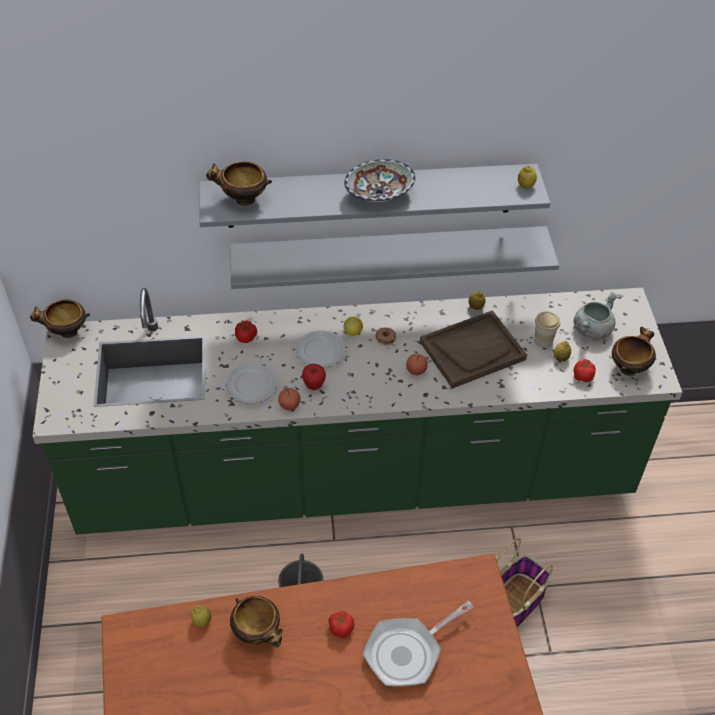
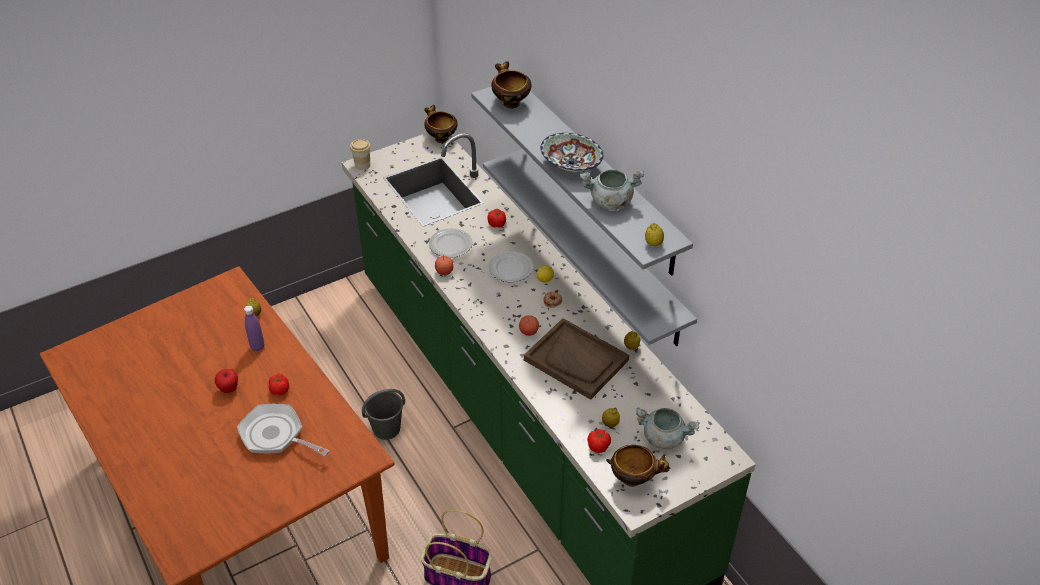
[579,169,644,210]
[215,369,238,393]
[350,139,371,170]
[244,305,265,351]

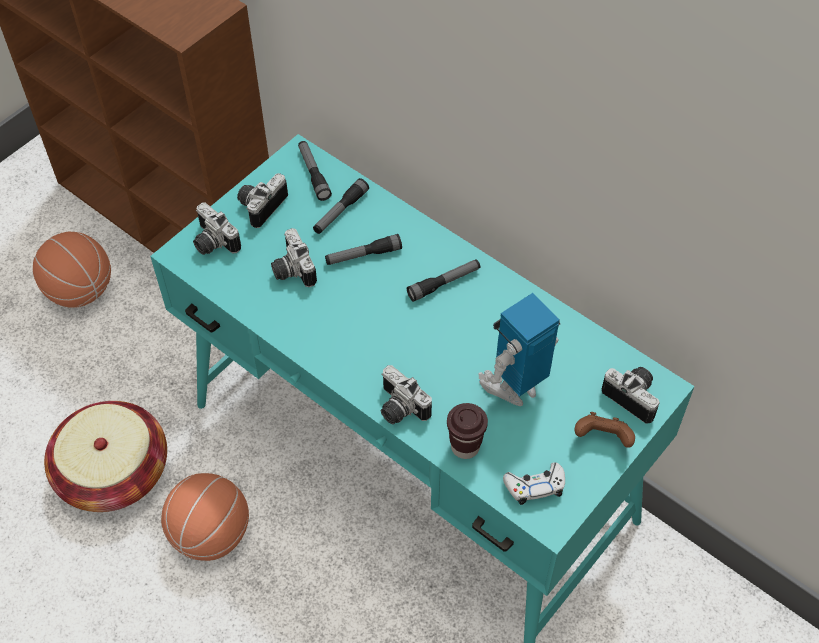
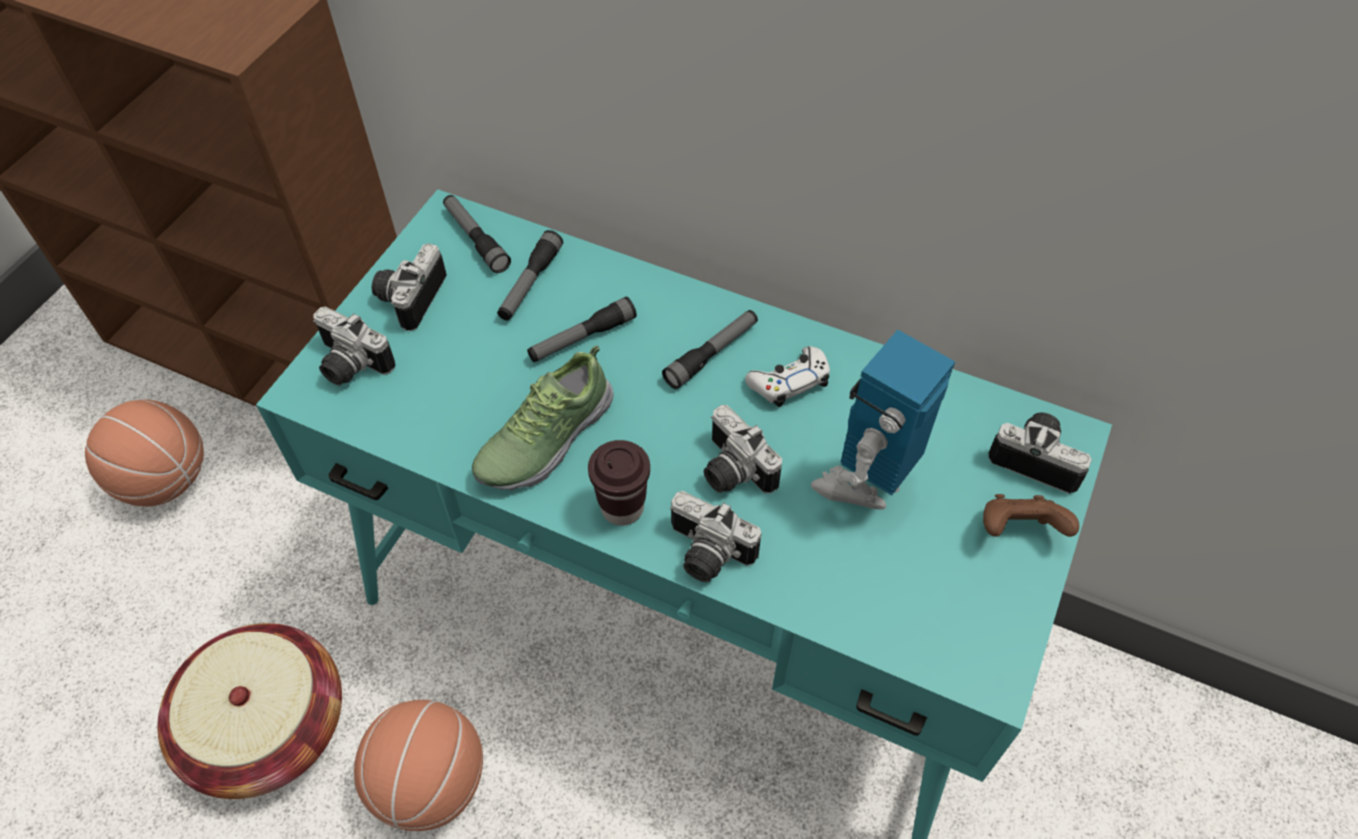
[472,346,613,490]
[704,405,782,493]
[588,440,650,526]
[745,346,830,407]

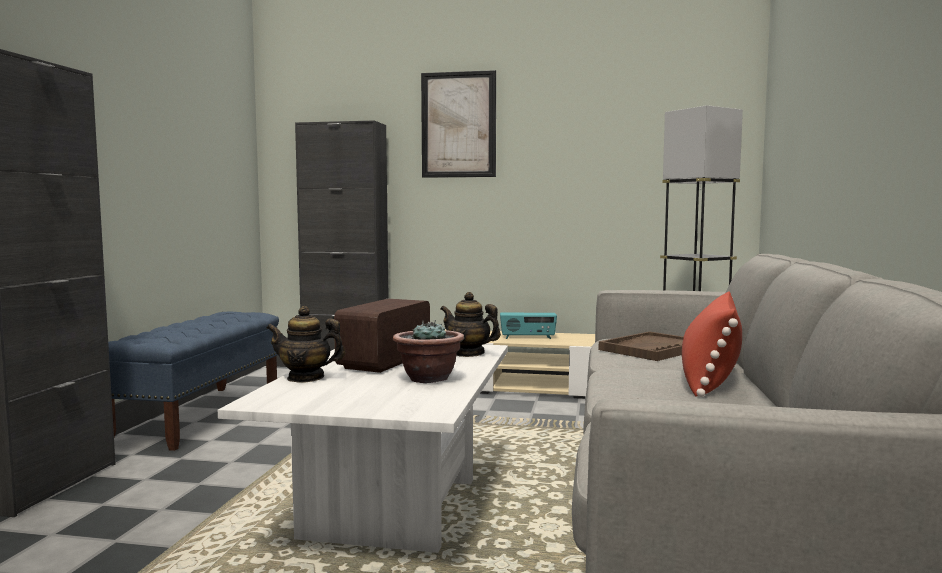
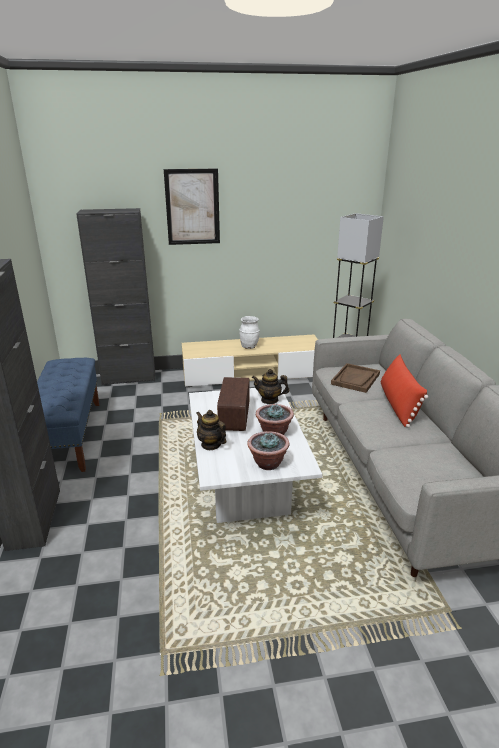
[247,431,289,470]
[239,316,260,349]
[196,410,226,450]

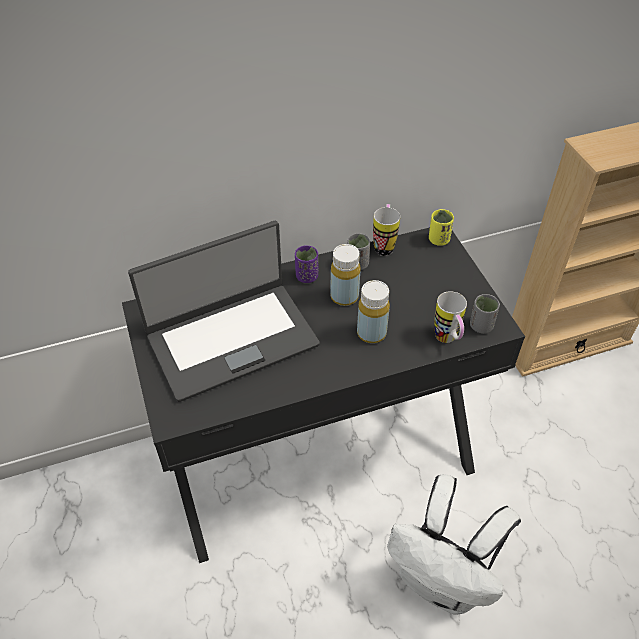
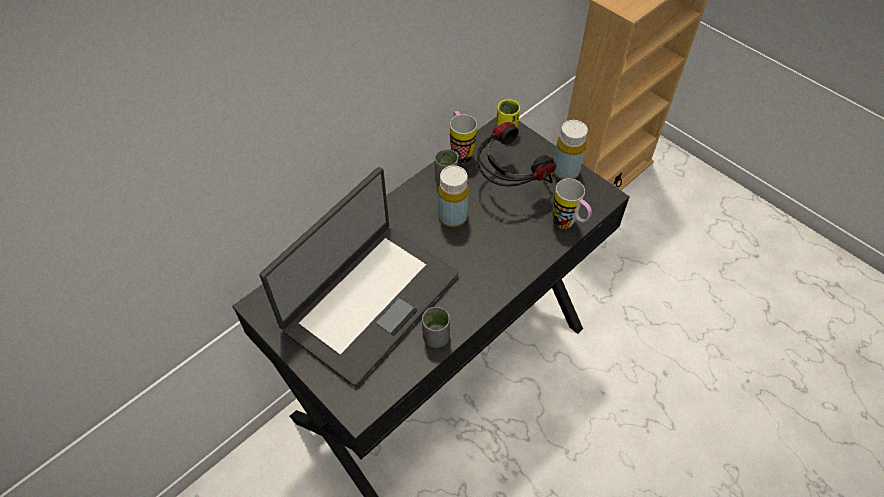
[295,245,318,283] (first image)
[387,474,521,615] (first image)
[477,122,556,187]
[553,120,588,180]
[422,307,450,348]

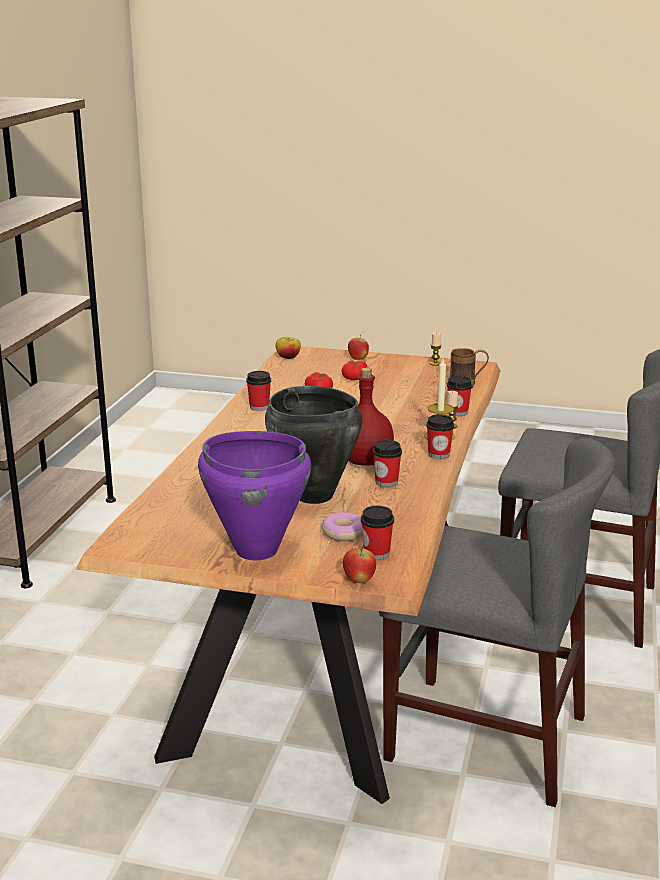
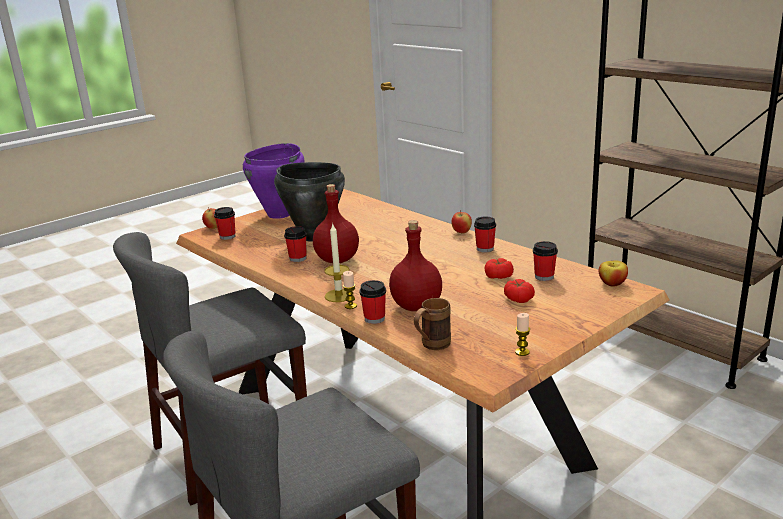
[322,512,363,541] (first image)
[389,220,442,311]
[451,210,472,233]
[533,241,558,281]

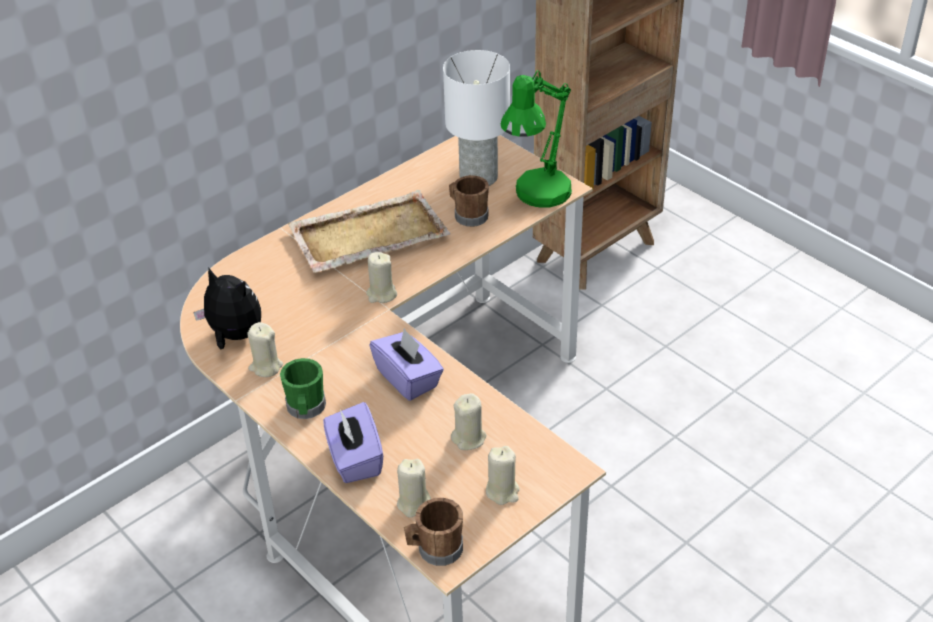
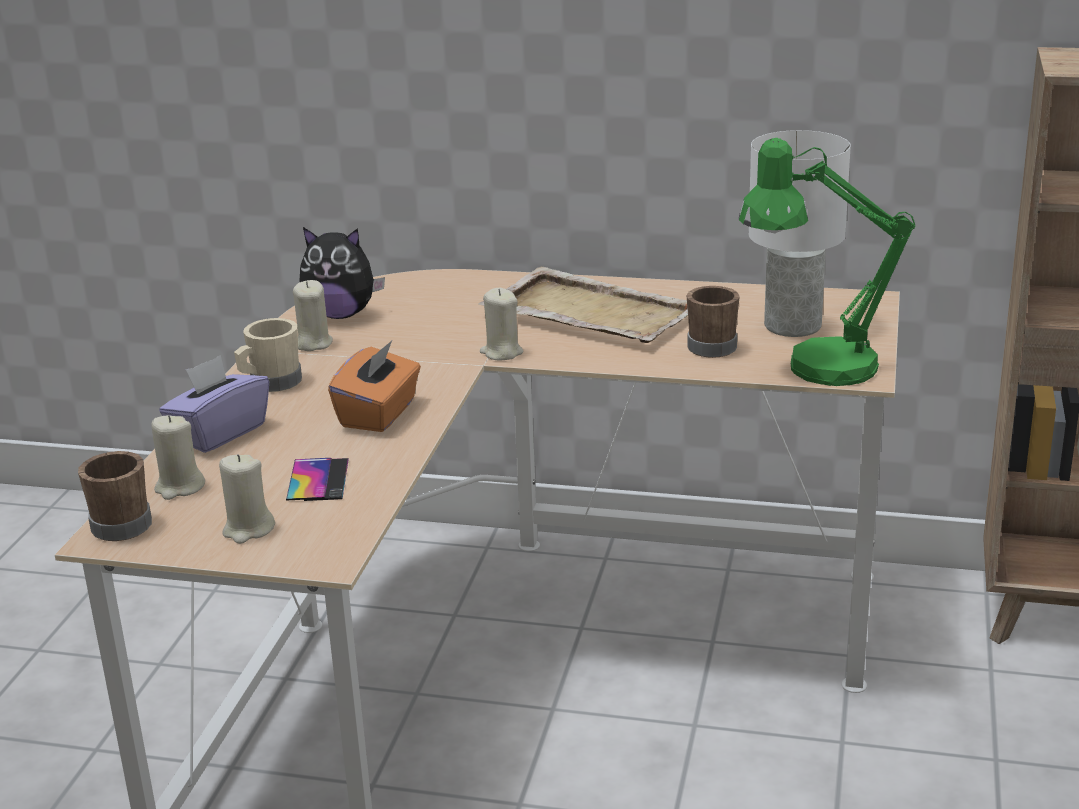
[286,458,349,501]
[234,318,302,392]
[328,341,421,432]
[299,227,385,319]

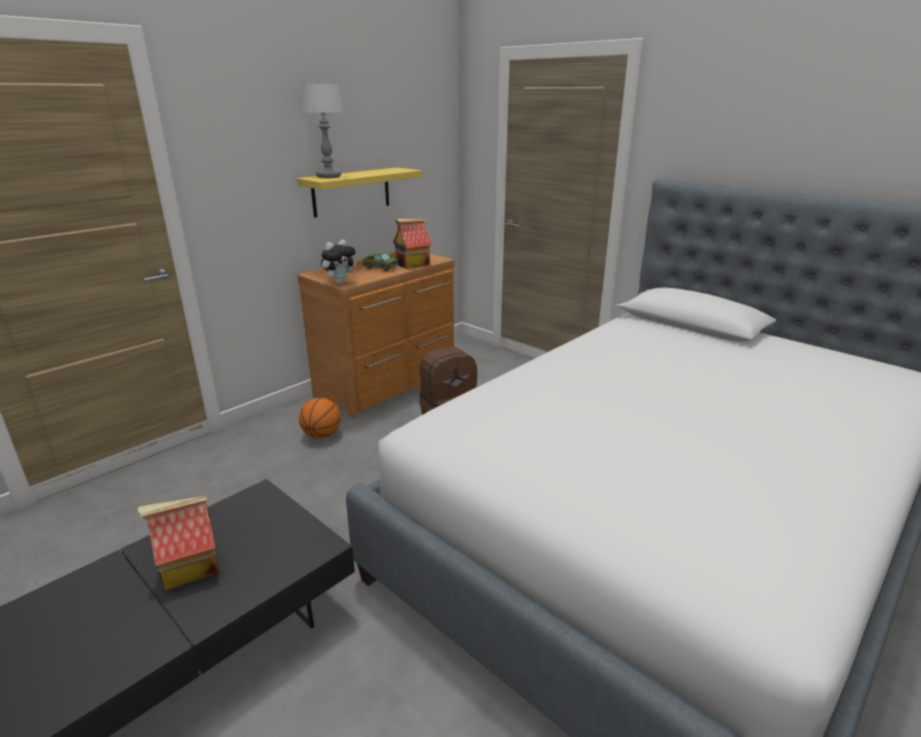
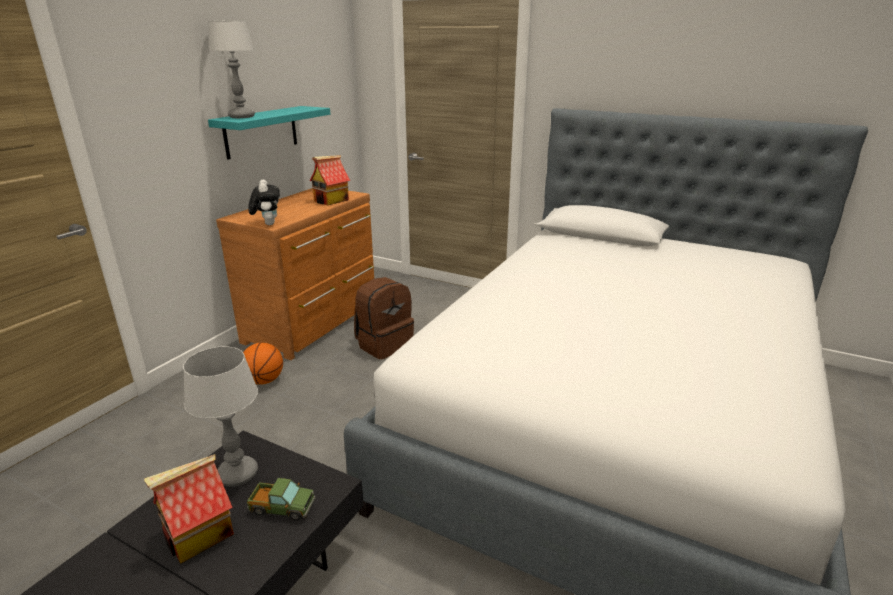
[183,346,258,487]
[247,478,316,521]
[208,106,330,160]
[248,180,280,225]

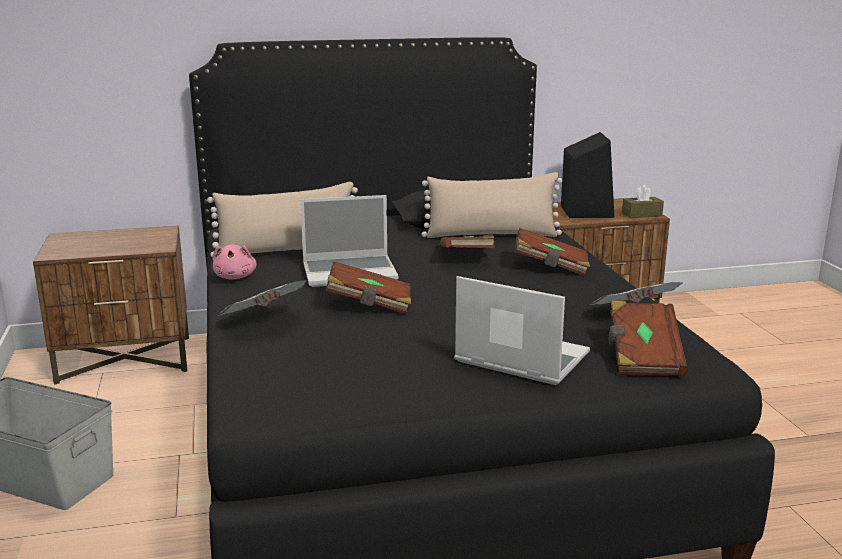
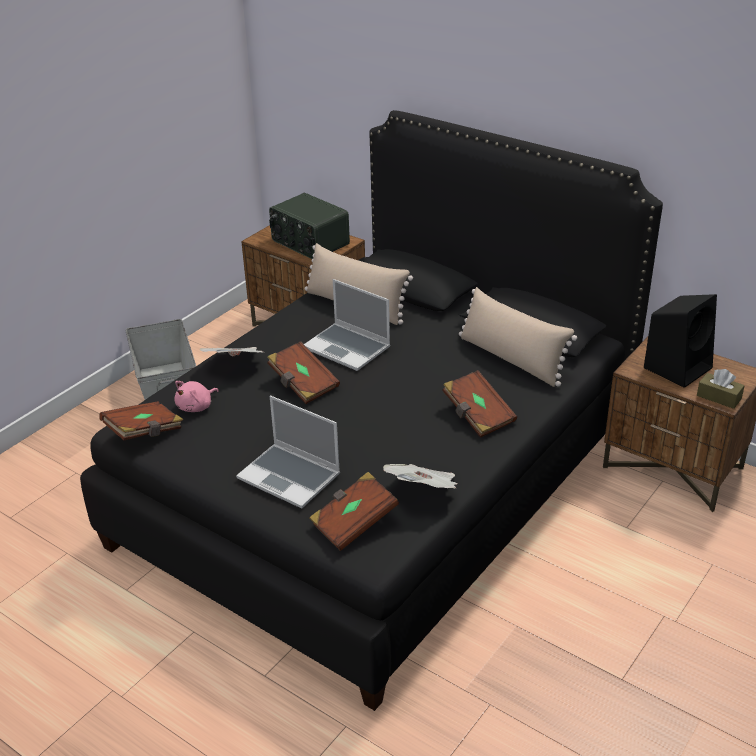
[269,193,350,259]
[174,381,219,412]
[99,401,183,440]
[236,396,340,509]

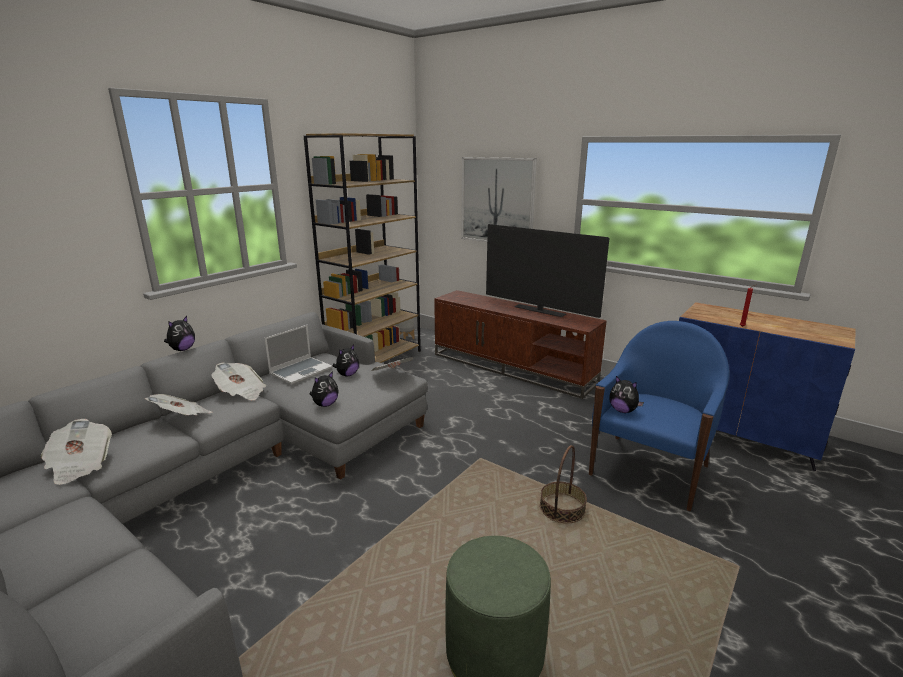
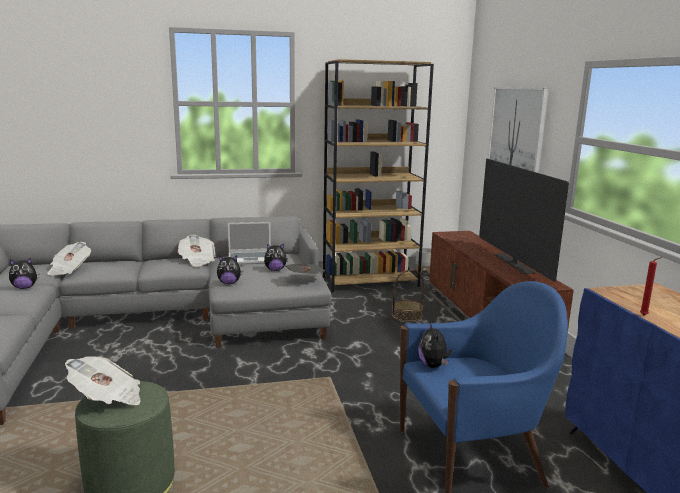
[65,356,140,405]
[9,258,40,289]
[392,269,424,322]

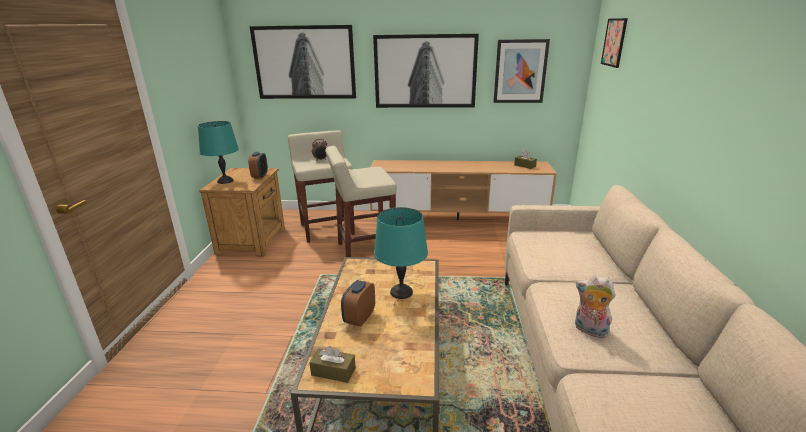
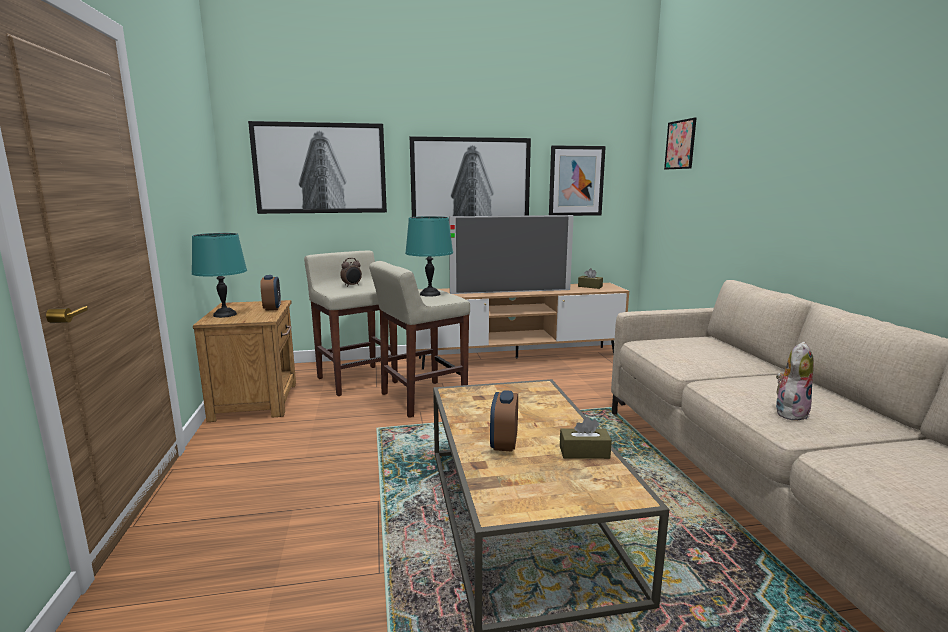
[449,215,574,294]
[560,417,612,459]
[405,216,453,297]
[776,342,814,420]

